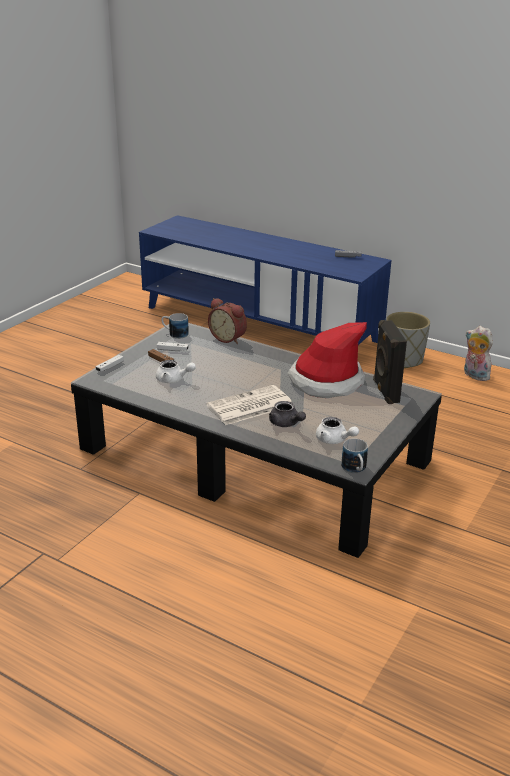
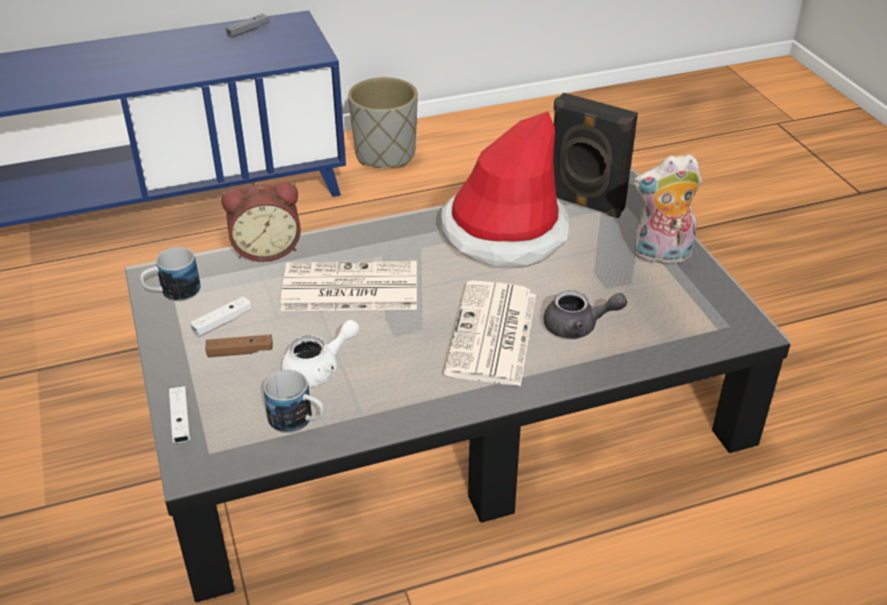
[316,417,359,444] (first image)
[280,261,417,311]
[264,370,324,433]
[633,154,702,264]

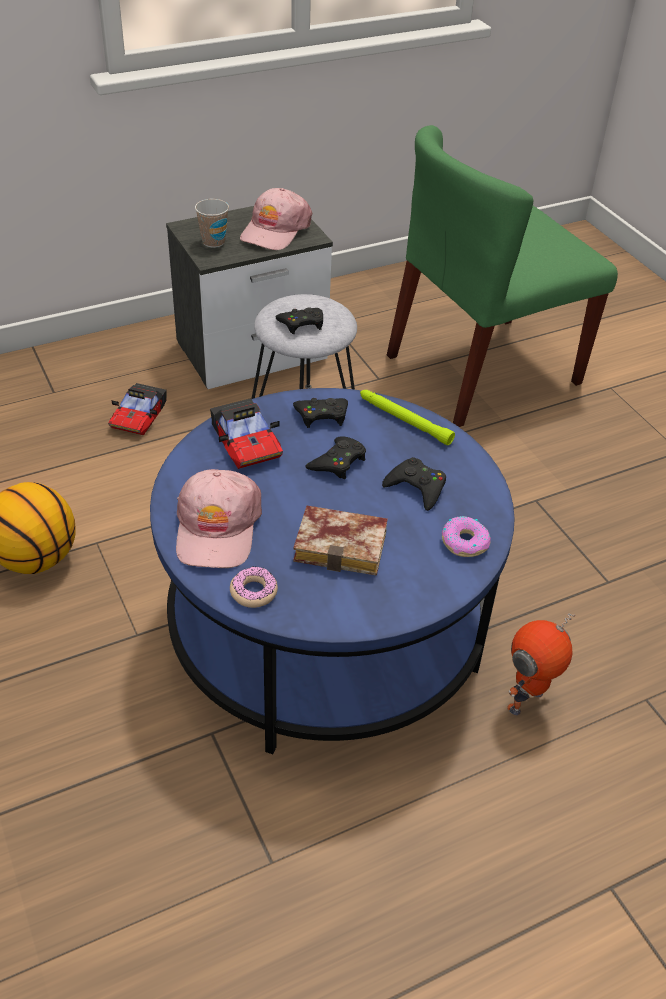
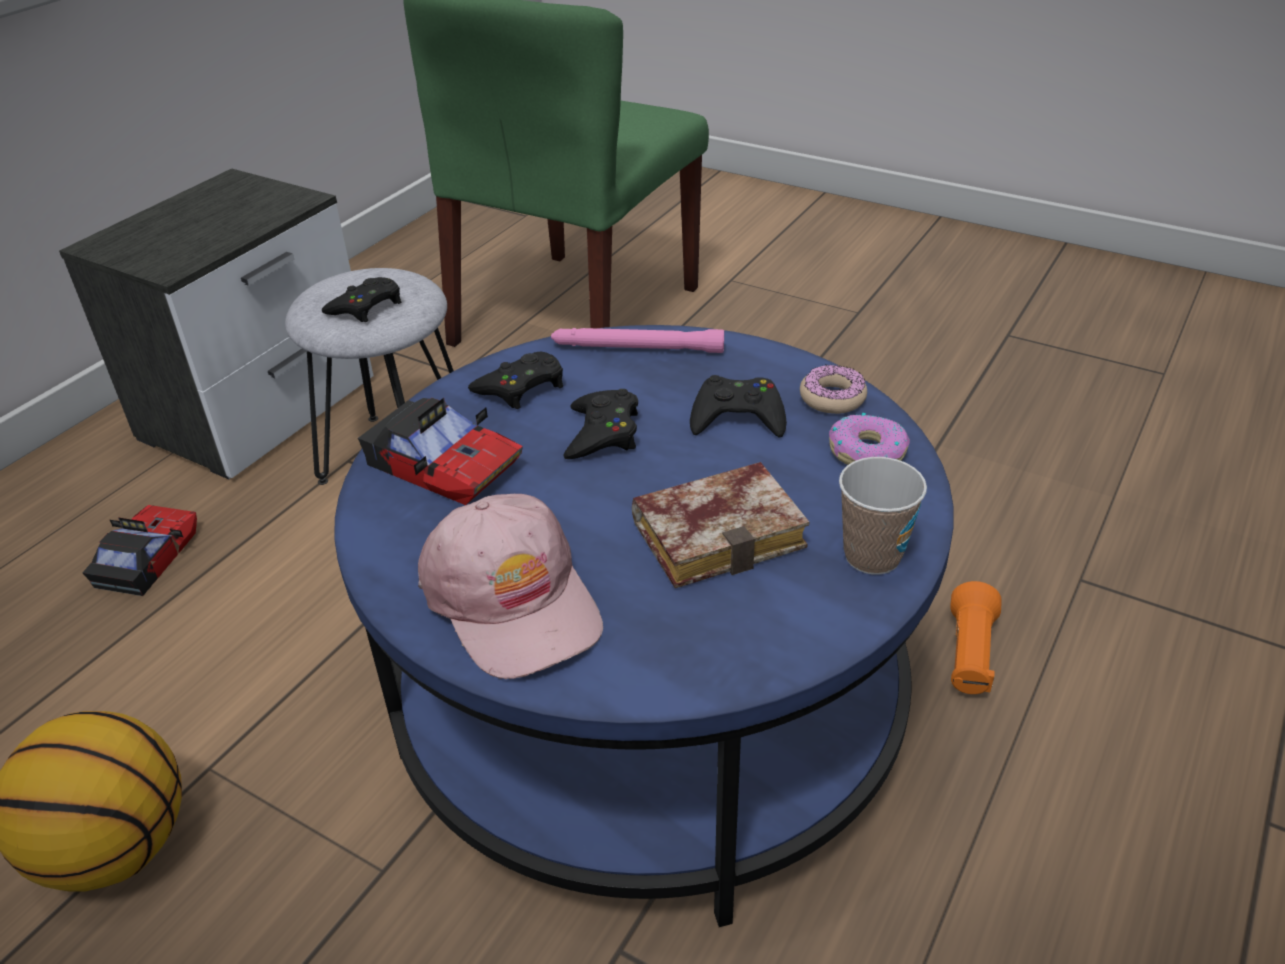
[240,188,312,250] (first image)
[839,457,927,575]
[800,364,867,414]
[950,581,1002,694]
[551,328,724,353]
[82,505,197,596]

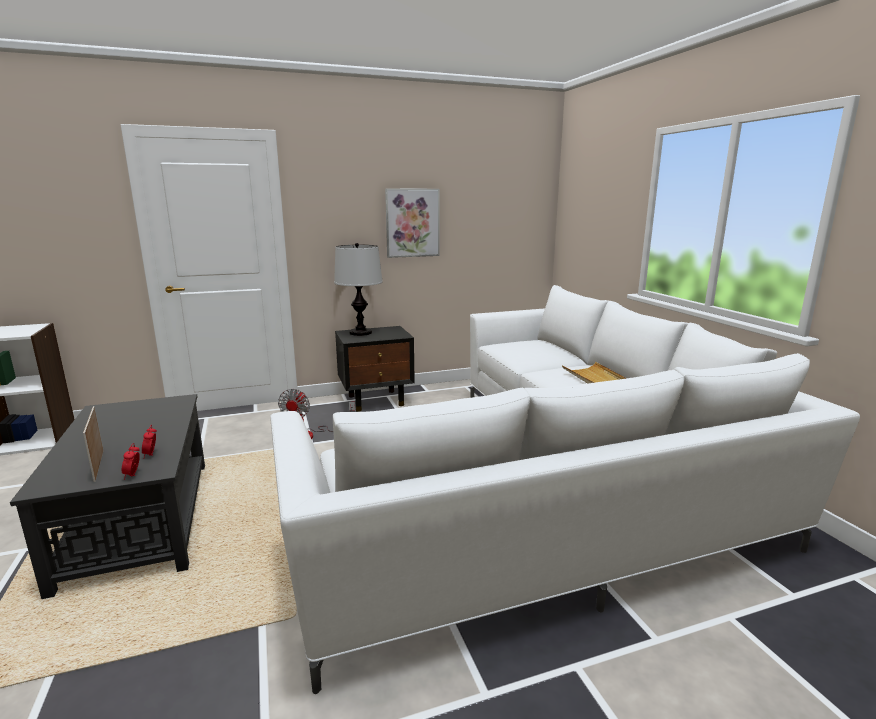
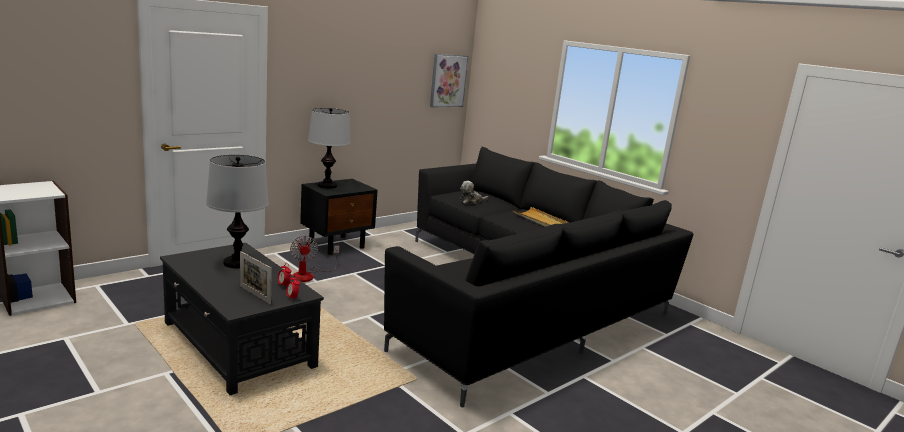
[206,155,269,268]
[460,181,488,204]
[430,54,468,107]
[384,147,693,407]

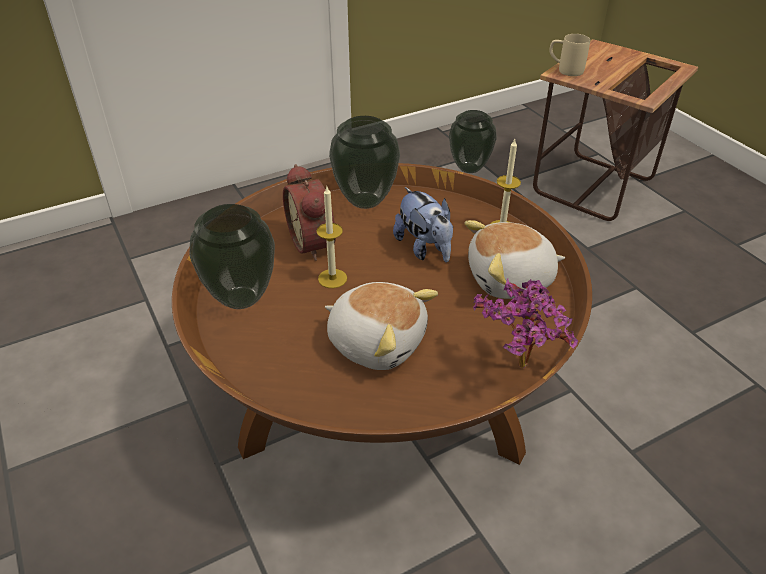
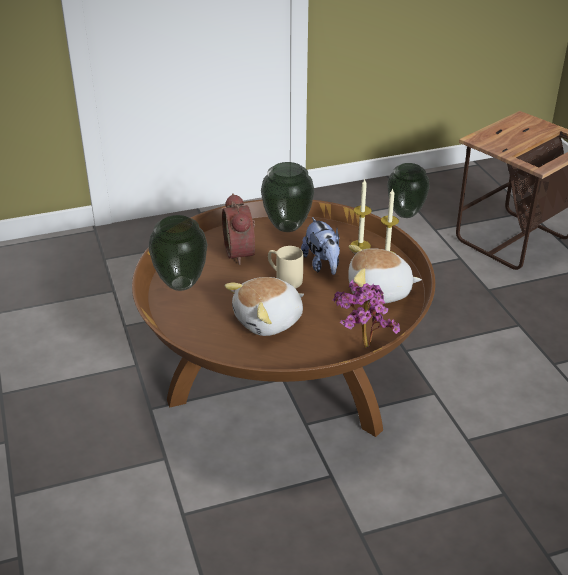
[351,179,372,250]
[268,246,303,288]
[225,277,304,336]

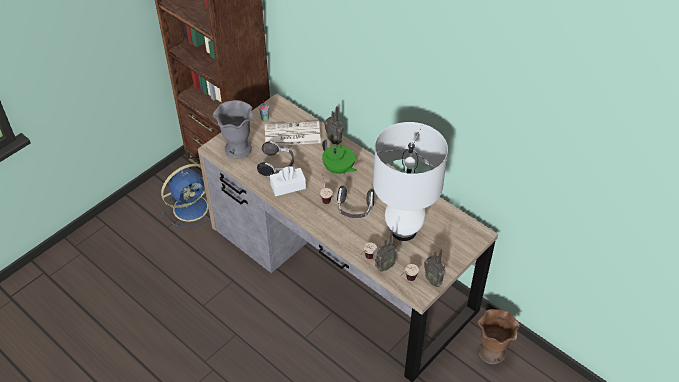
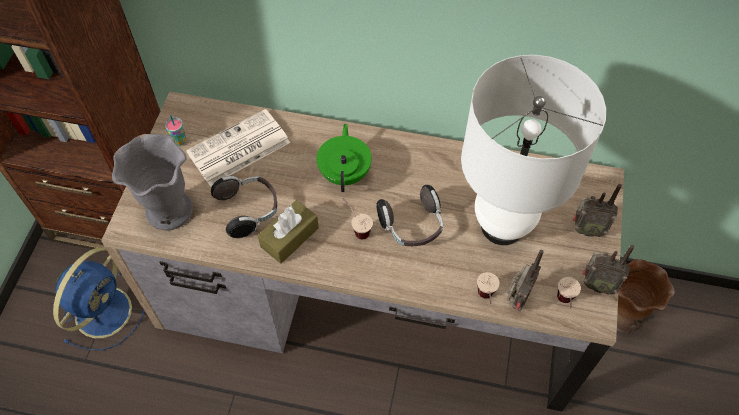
[572,184,622,237]
[258,200,319,264]
[317,123,372,192]

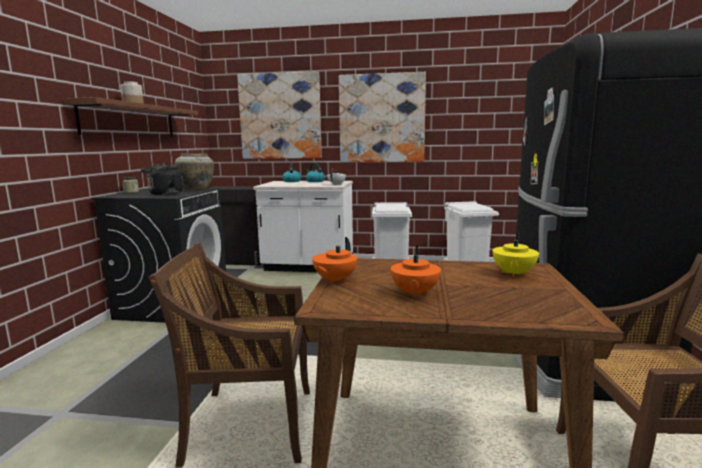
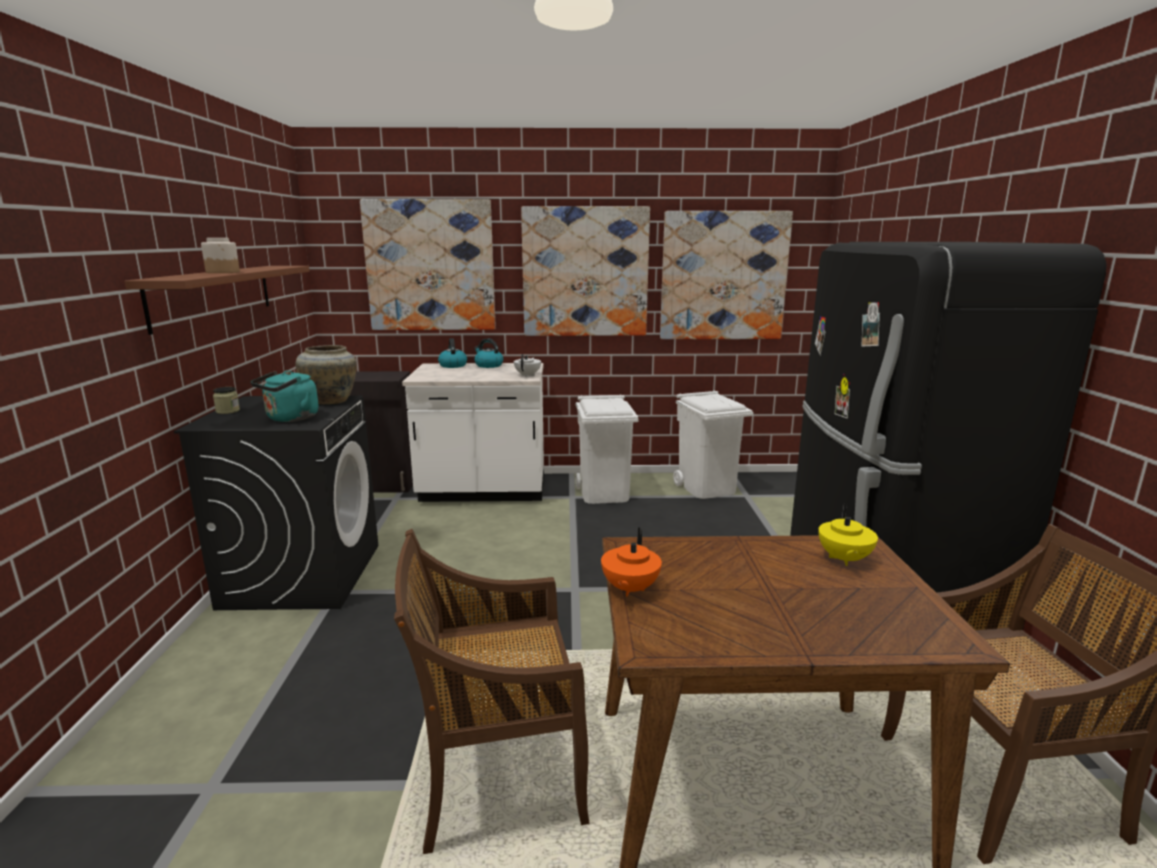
[391,245,441,298] (first image)
[660,211,793,339]
[251,370,319,422]

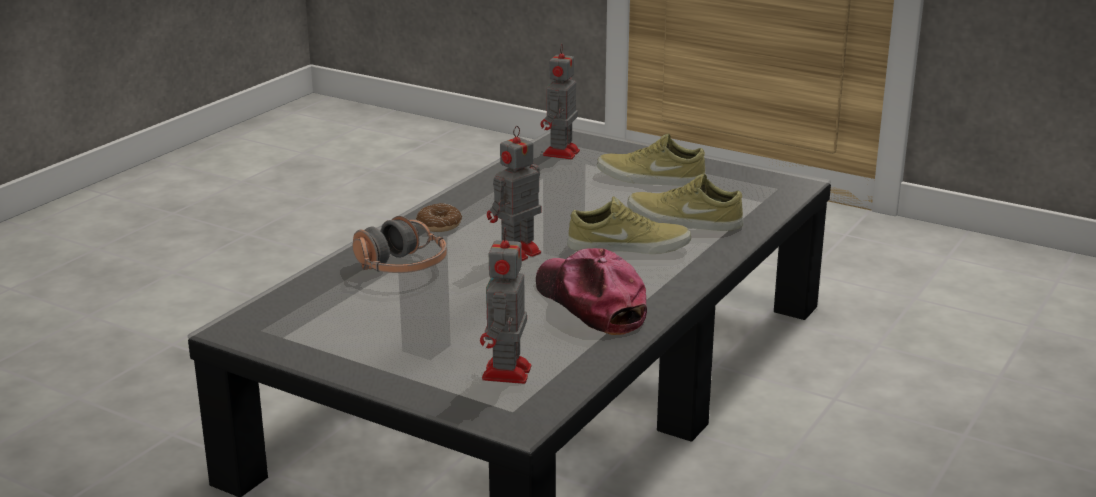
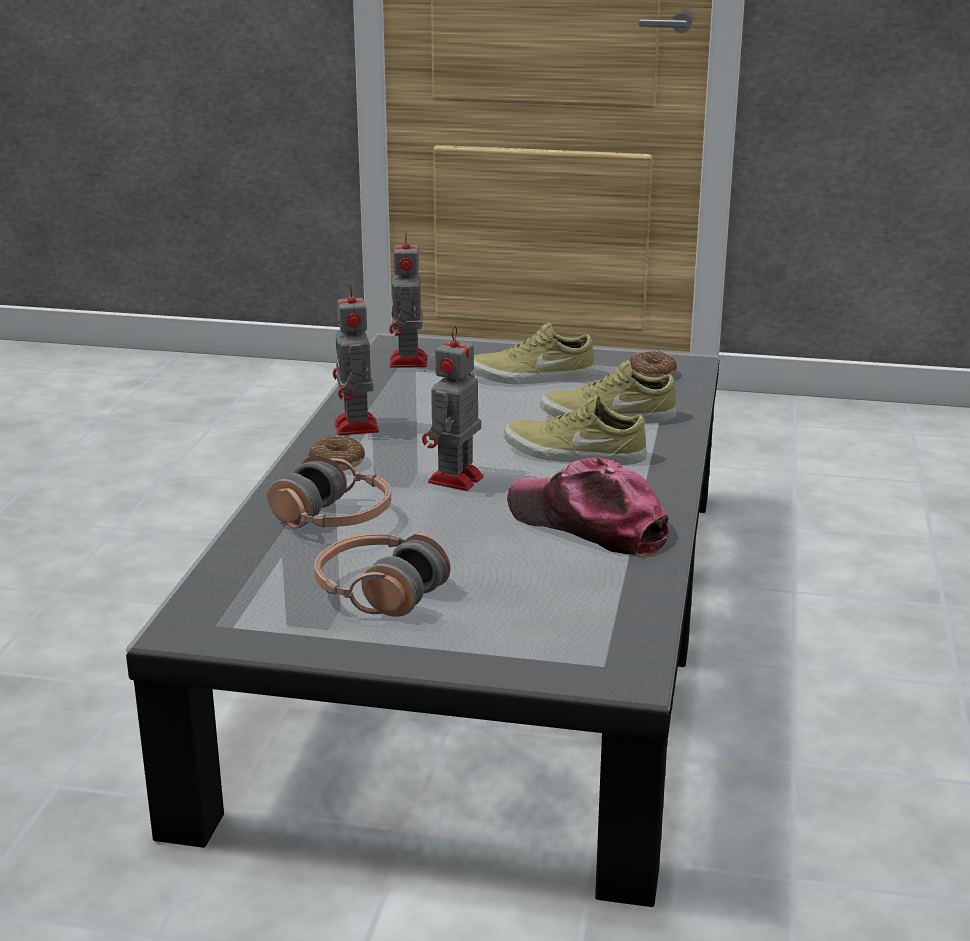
[314,532,451,617]
[629,351,677,378]
[333,283,379,435]
[503,395,647,465]

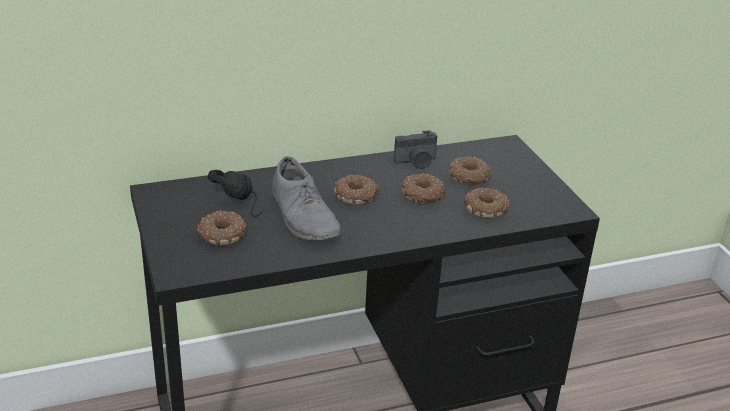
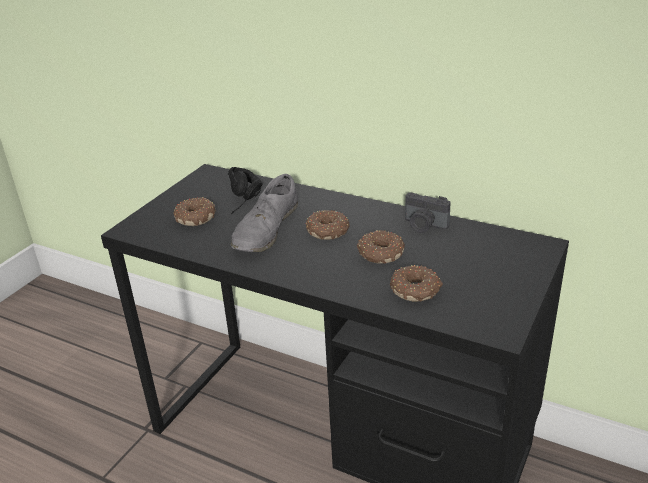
[449,157,491,186] (first image)

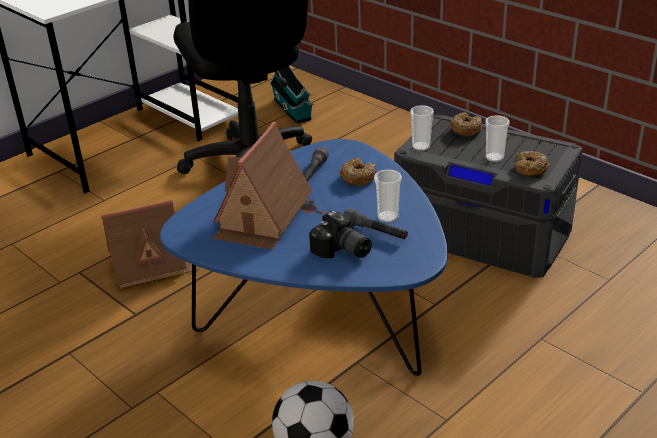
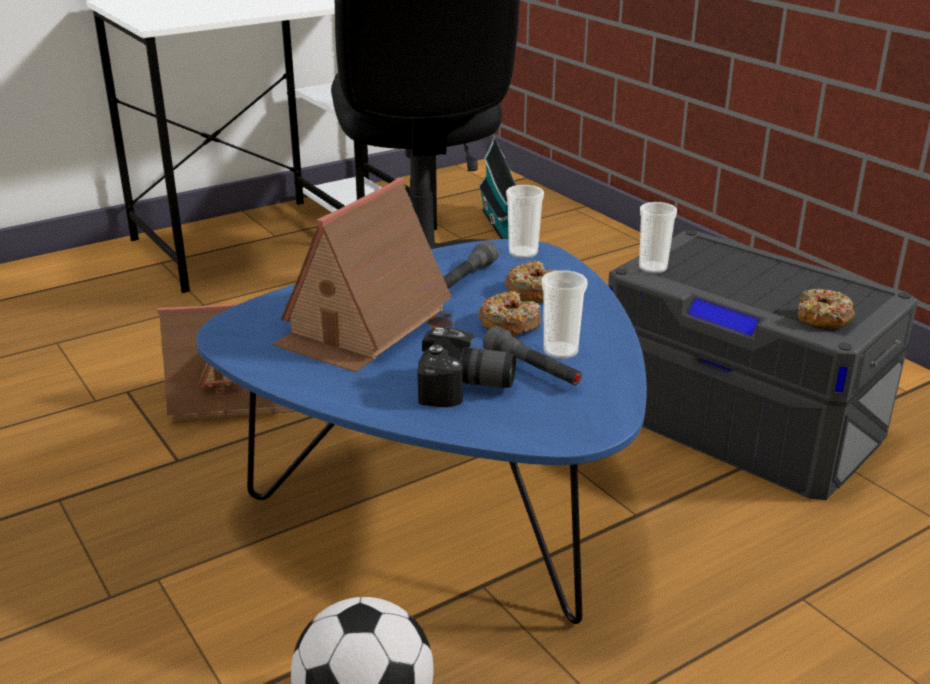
[478,291,541,337]
[506,185,544,258]
[417,327,516,407]

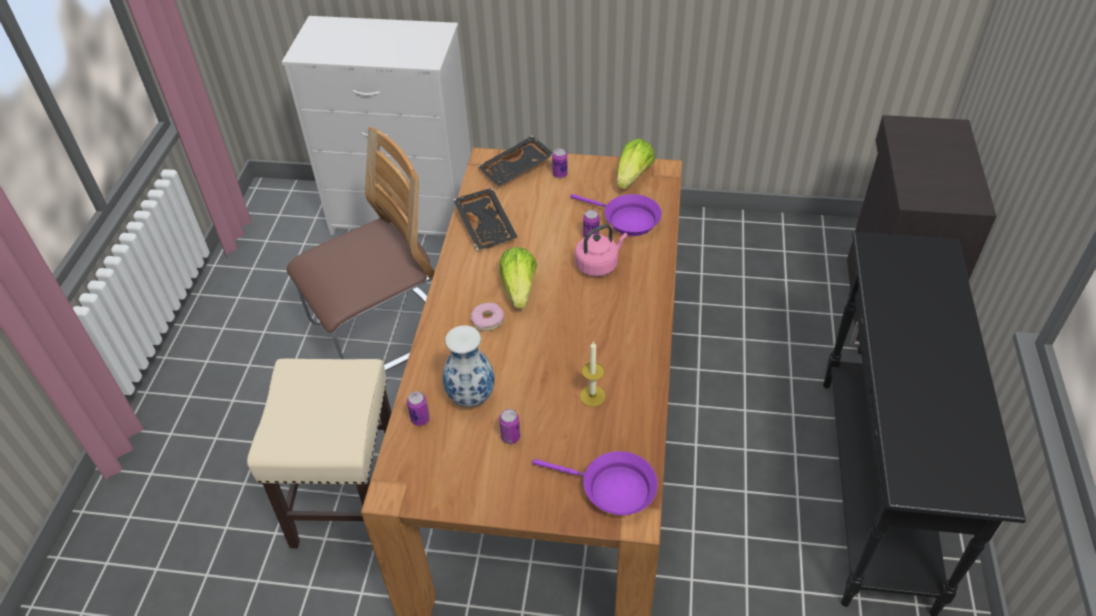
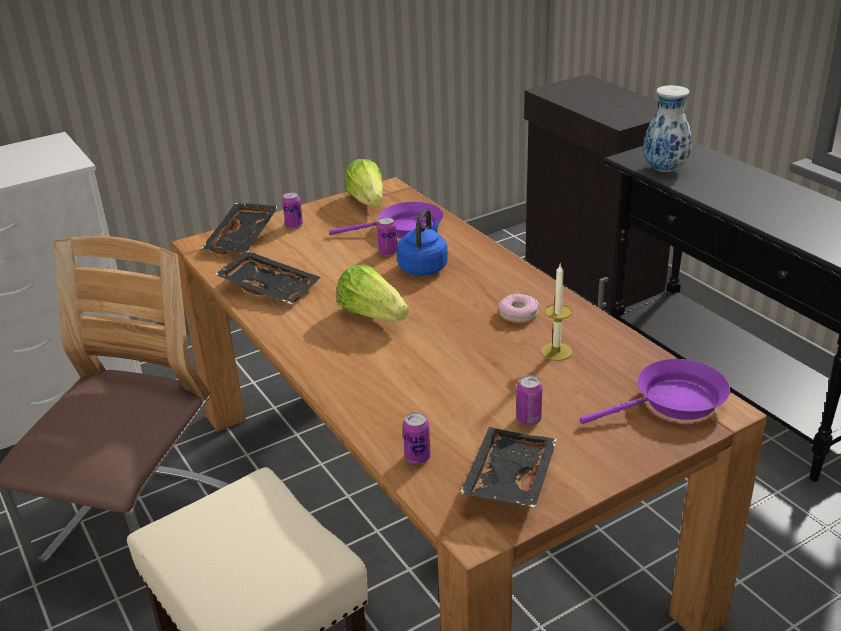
[460,427,557,507]
[643,85,692,172]
[499,293,539,323]
[397,209,448,276]

